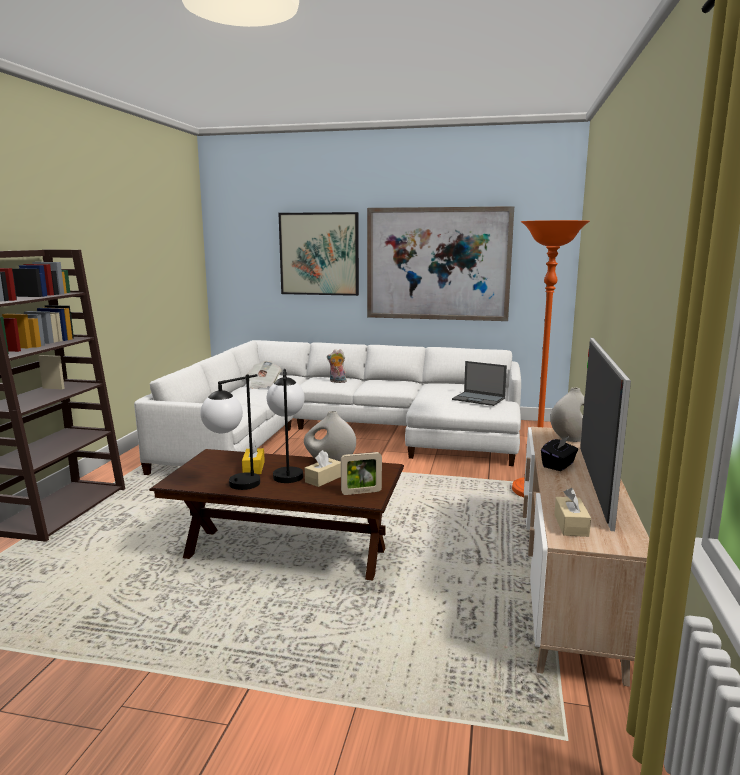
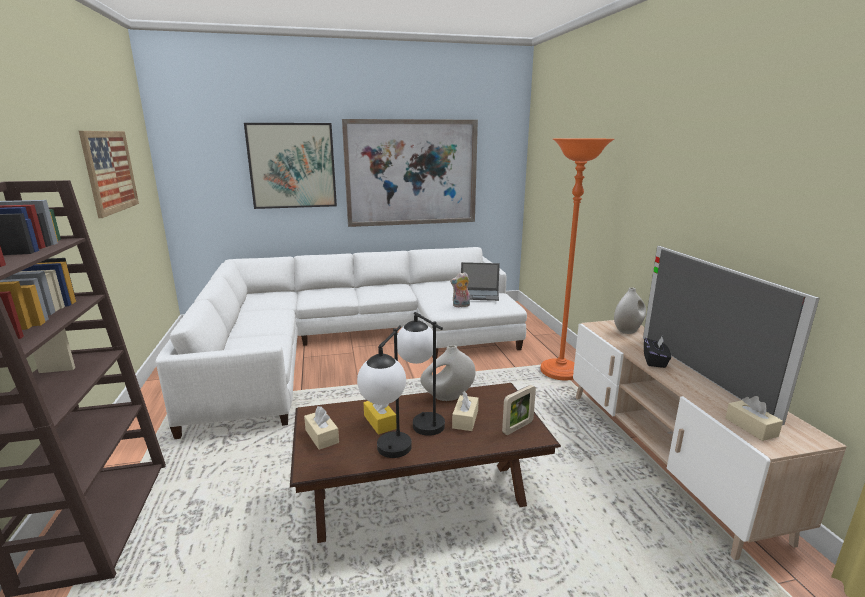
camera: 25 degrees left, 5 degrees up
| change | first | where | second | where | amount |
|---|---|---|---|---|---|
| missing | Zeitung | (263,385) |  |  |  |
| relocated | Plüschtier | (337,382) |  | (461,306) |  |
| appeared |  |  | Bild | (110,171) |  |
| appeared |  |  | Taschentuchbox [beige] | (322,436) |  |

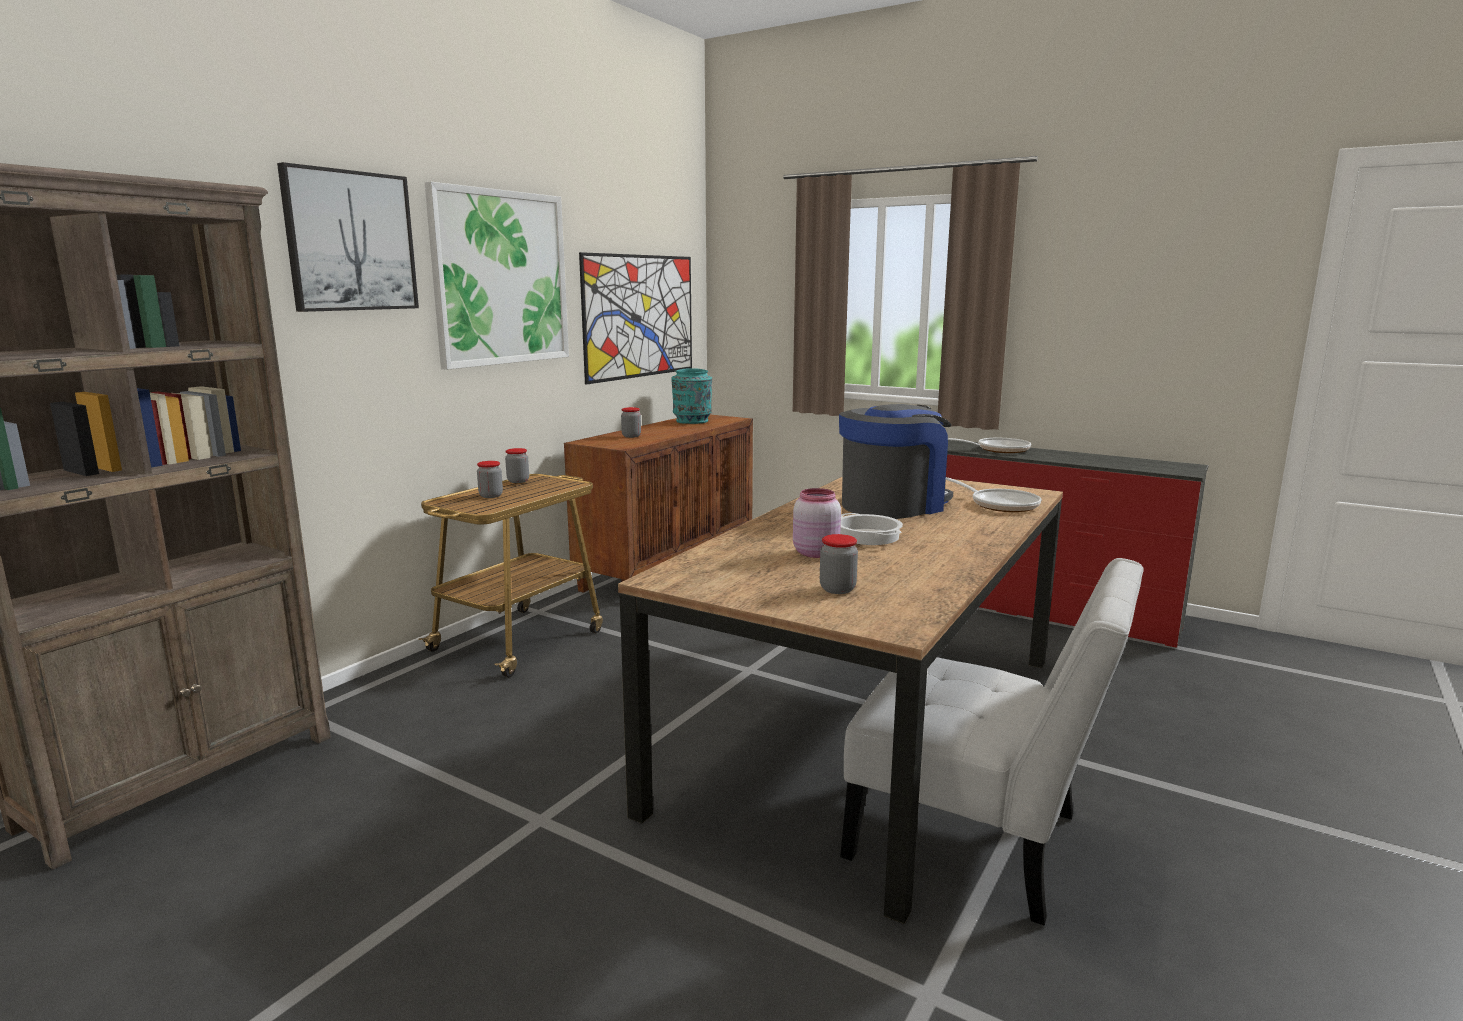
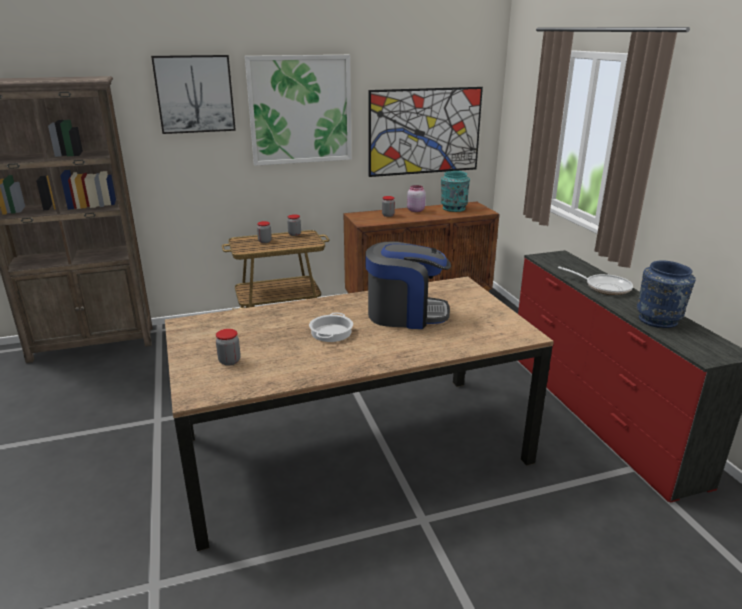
camera: 40 degrees right, 10 degrees up
| change | first | where | second | where | amount |
|---|---|---|---|---|---|
| relocated | Vorratsglas [rosa] | (814,553) |  | (415,210) |  |
| missing | Stuhl [weiß] | (977,842) |  |  |  |
| missing | Pfanne | (1000,504) |  |  |  |
| appeared |  |  | Vase [blau] | (658,320) |  |

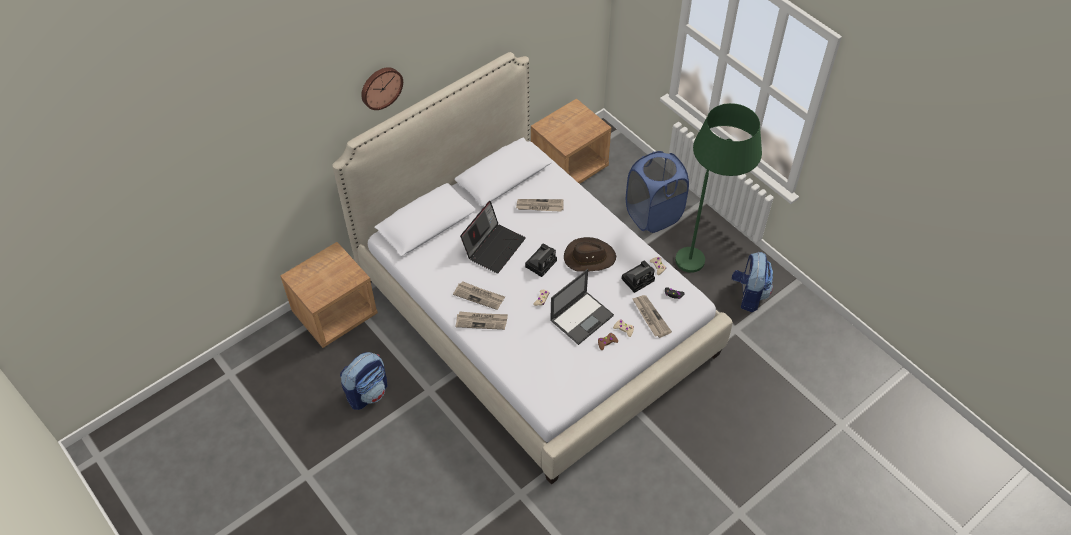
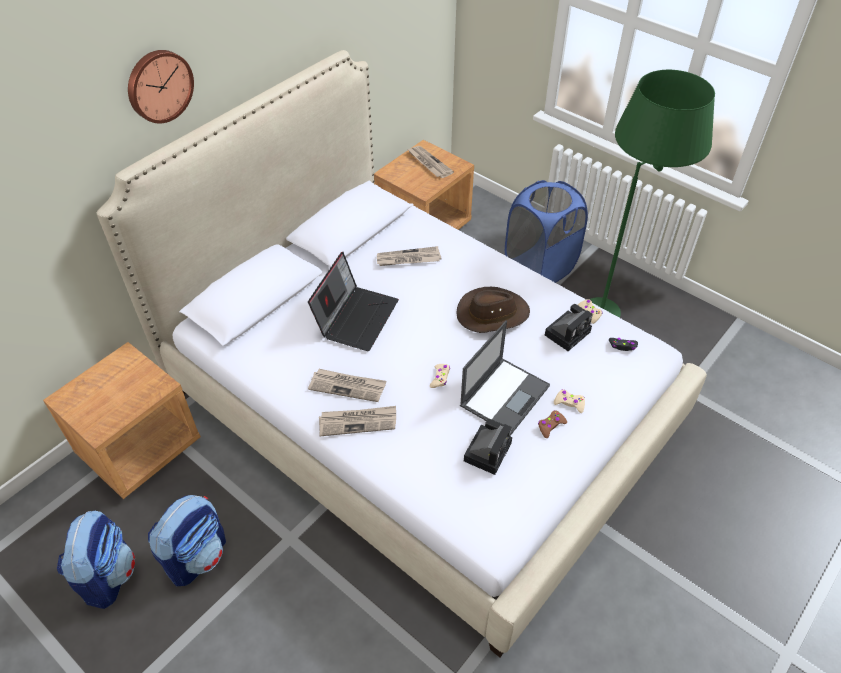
camera: 10 degrees left, 5 degrees down
| change | first | where | second | where | amount |
|---|---|---|---|---|---|
| relocated | Kamera | (541,263) |  | (488,450) |  |
| relocated | Zeitung | (650,317) |  | (429,163) |  |
| relocated | Rucksack | (748,295) |  | (108,575) |  |

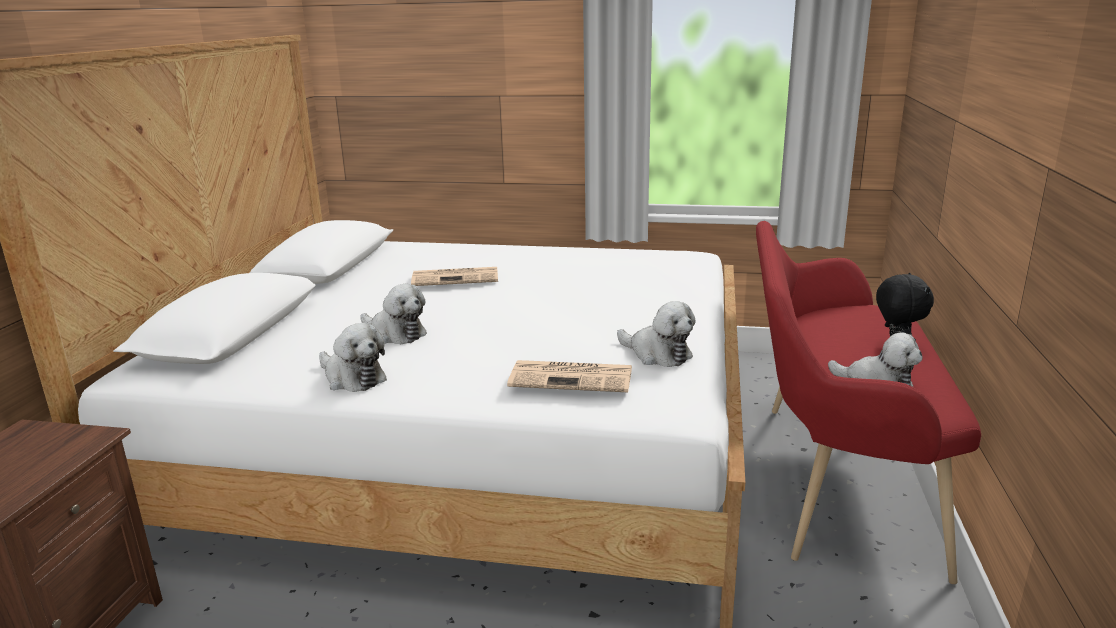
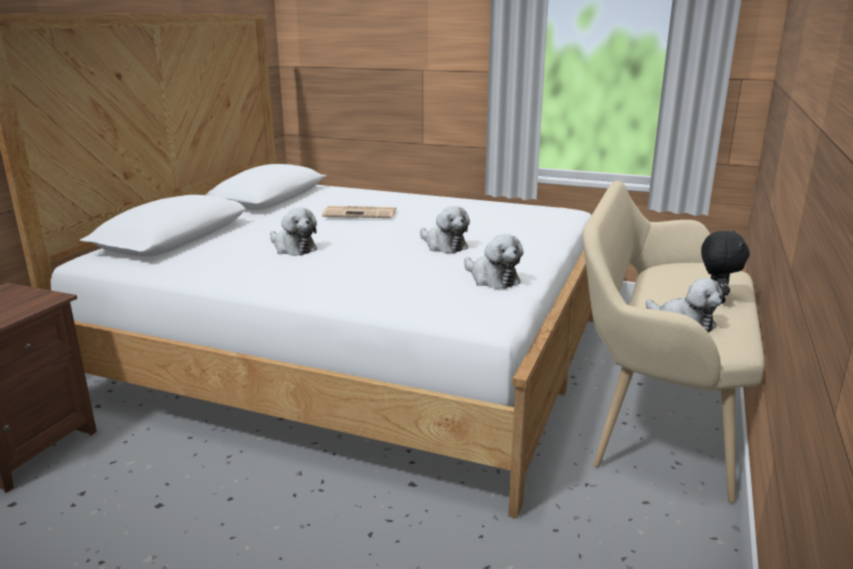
camera: 10 degrees right, 0 degrees up
| change | first | where | second | where | amount |
|---|---|---|---|---|---|
| relocated | Plüschtier | (352,378) |  | (444,246) |  |
| missing | Zeitung | (573,377) |  |  |  |
| colour | Bank [rot] | (832,478) | Bank [beige] | (656,409) |  |

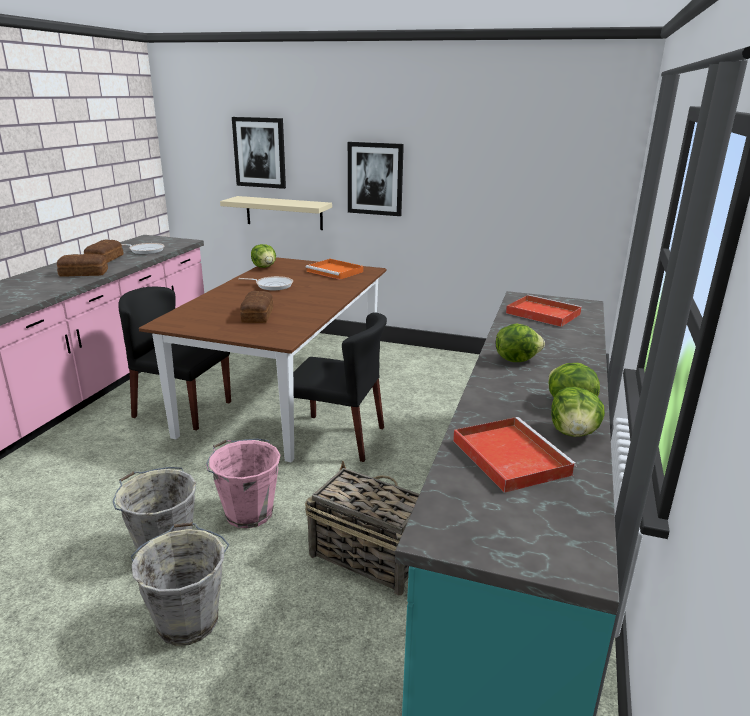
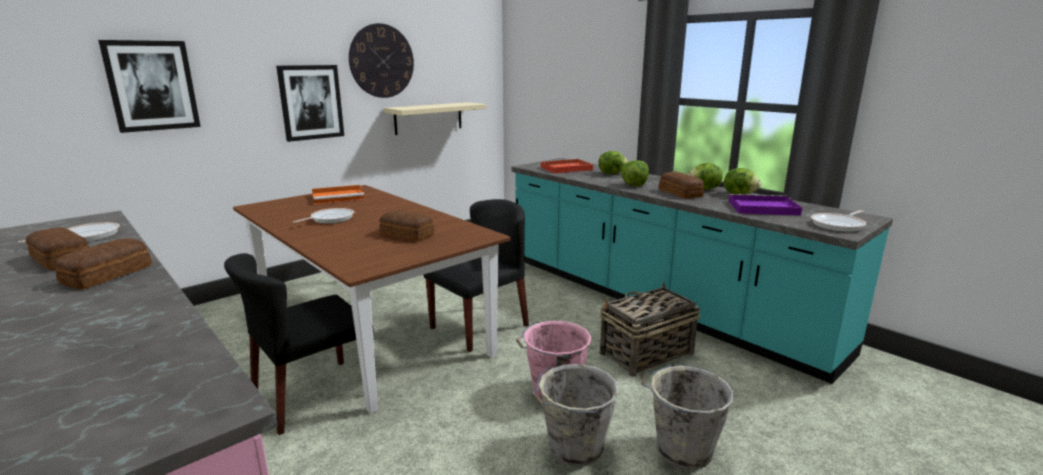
camera: 60 degrees left, 5 degrees down
| change | first | where | second | where | amount |
|---|---|---|---|---|---|
| relocated | Wandregal [beige] | (284,213) |  | (428,118) |  |
| relocated | Salatkopf | (264,267) |  | (611,173) |  |
| colour | Tablett [rot] | (508,456) | Tablett [lila] | (761,208) |  |
| appeared |  |  | Wanduhr | (382,61) |  |
| appeared |  |  | Brot | (680,193) |  |
| appeared |  |  | Pfanne | (839,225) |  |

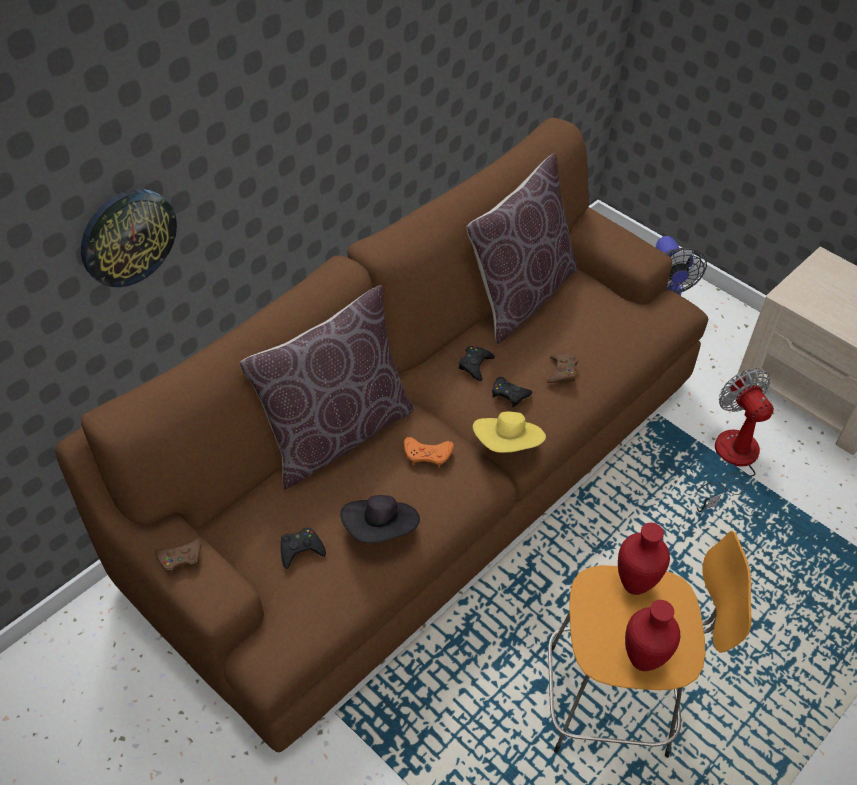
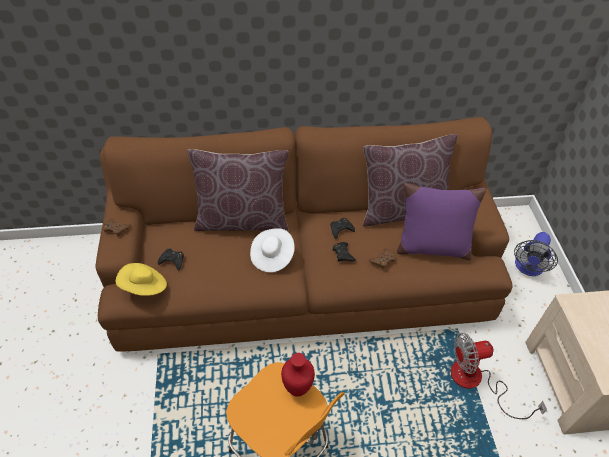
camera: 40 degrees right, 0 degrees up
| change | first | where | second | where | amount |
|---|---|---|---|---|---|
| missing | Wanduhr | (127,237) |  |  |  |
| missing | Hut [schwarz] | (381,529) |  |  |  |
| exchanged | Gamepad [orange] | (427,454) | Hut [weiß] | (272,256) |  |
| relocated | Hut [gelb] | (508,444) |  | (144,287) |  |
| missing | Vase [rot] | (641,659) |  |  |  |
| spun | Ventilator | (730,461) |  | (476,382) | 120 degrees counterclockwise |
| appeared |  |  | Kissen [lila] | (431,247) |  |

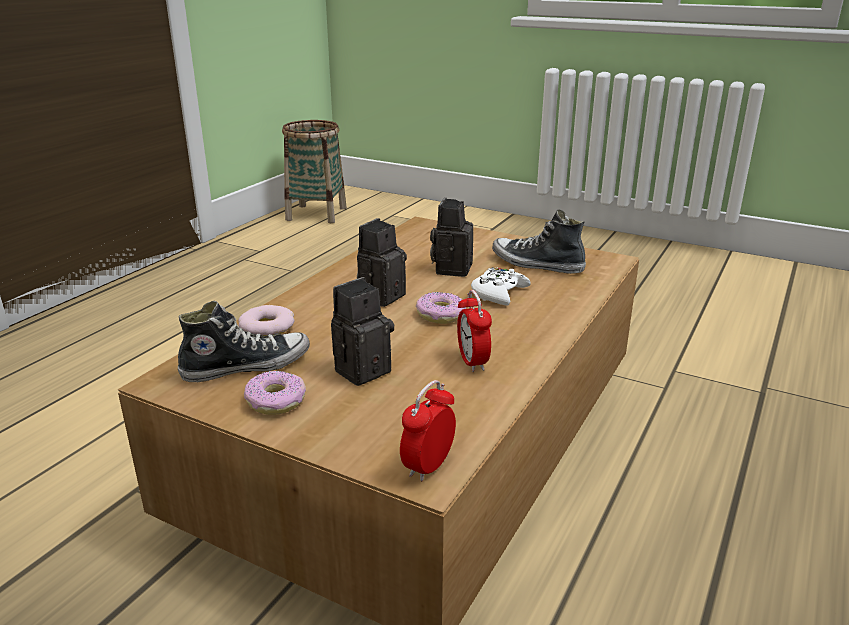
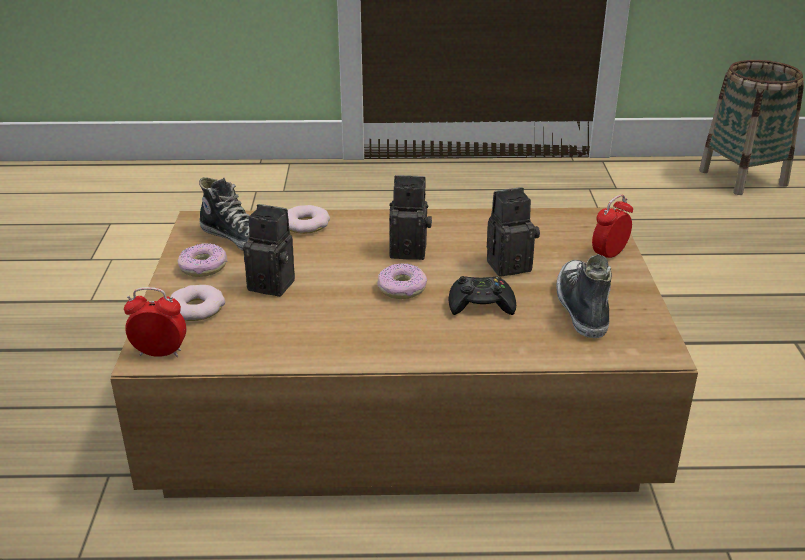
camera: 60 degrees right, 5 degrees up
| change | first | where | second | where | amount |
|---|---|---|---|---|---|
| relocated | Wecker | (472,362) |  | (609,255) |  |
| colour | Gamepad [weiß] | (499,293) | Gamepad [schwarz] | (481,304) |  |
| appeared |  |  | Donut | (196,308) |  |

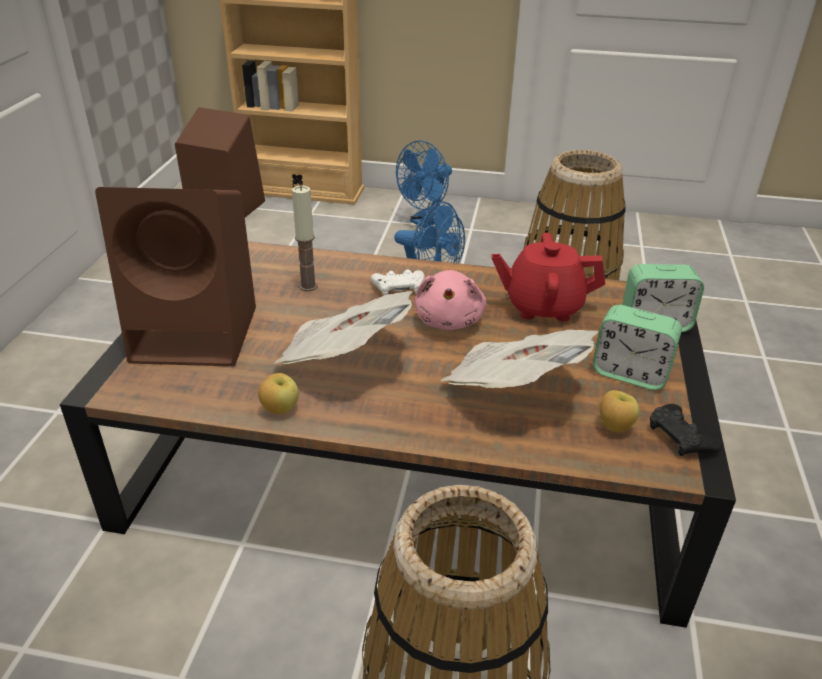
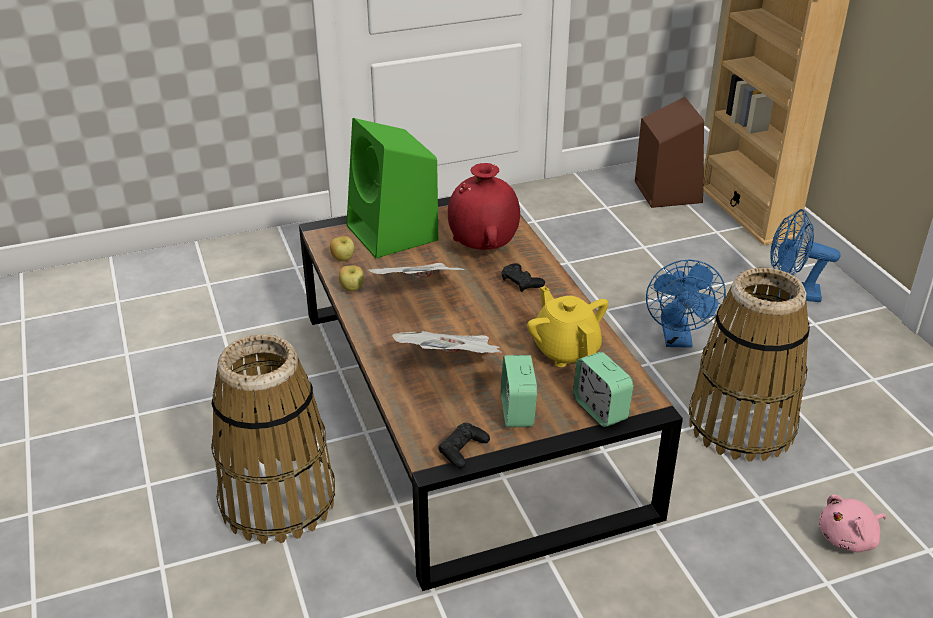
camera: 60 degrees right, 0 degrees up
| change | first | where | second | where | amount |
|---|---|---|---|---|---|
| colour | Lautsprecher [braun] | (199,333) | Lautsprecher [grün] | (394,234) |  |
| exchanged | Kerze | (308,286) | Vase [rot] | (483,248) |  |
| colour | Gamepad [weiß] | (399,287) | Gamepad [schwarz] | (521,282) |  |
| relocated | Plüschtier [rosa] | (449,320) |  | (849,538) |  |
| colour | Teekanne [rot] | (543,306) | Teekanne [gelb] | (565,350) |  |
| relocated | Apfel | (614,427) |  | (343,259) |  |

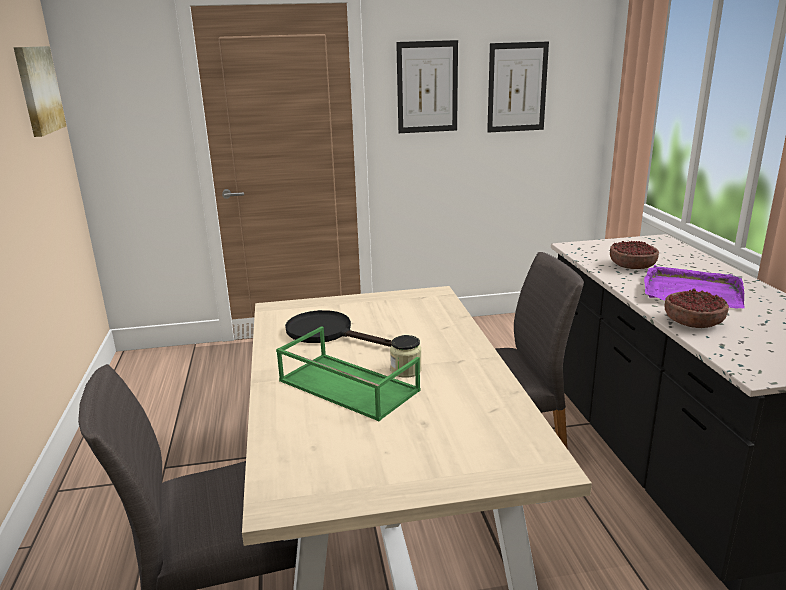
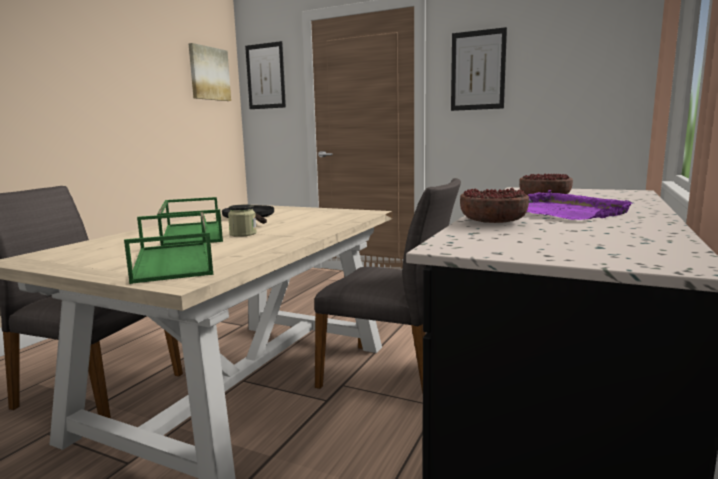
camera: 35 degrees right, 10 degrees down
| change | first | where | second | where | amount |
|---|---|---|---|---|---|
| relocated | Bild | (517,87) |  | (265,76) |  |
| appeared |  |  | Tablett [grün] | (175,261) |  |

